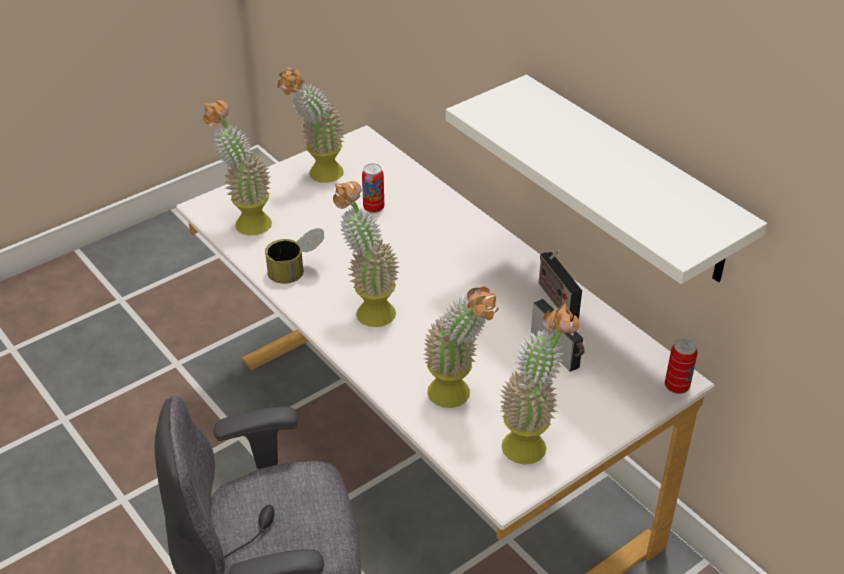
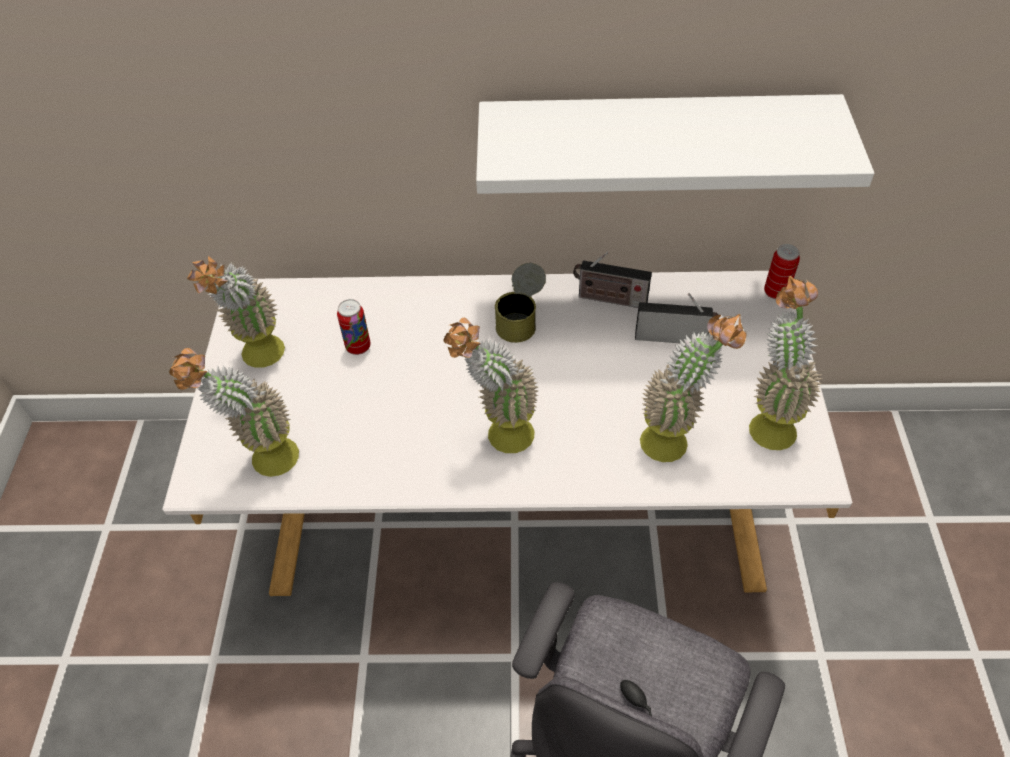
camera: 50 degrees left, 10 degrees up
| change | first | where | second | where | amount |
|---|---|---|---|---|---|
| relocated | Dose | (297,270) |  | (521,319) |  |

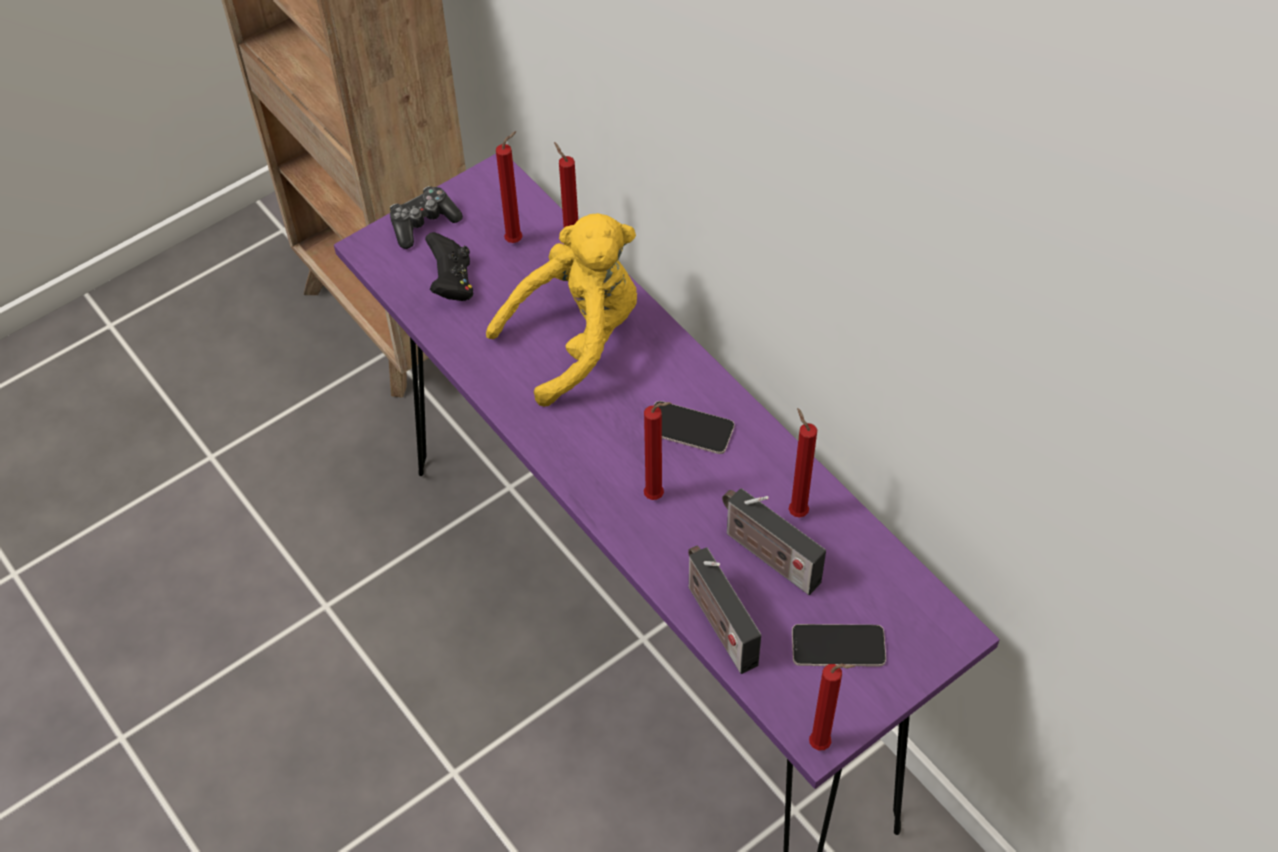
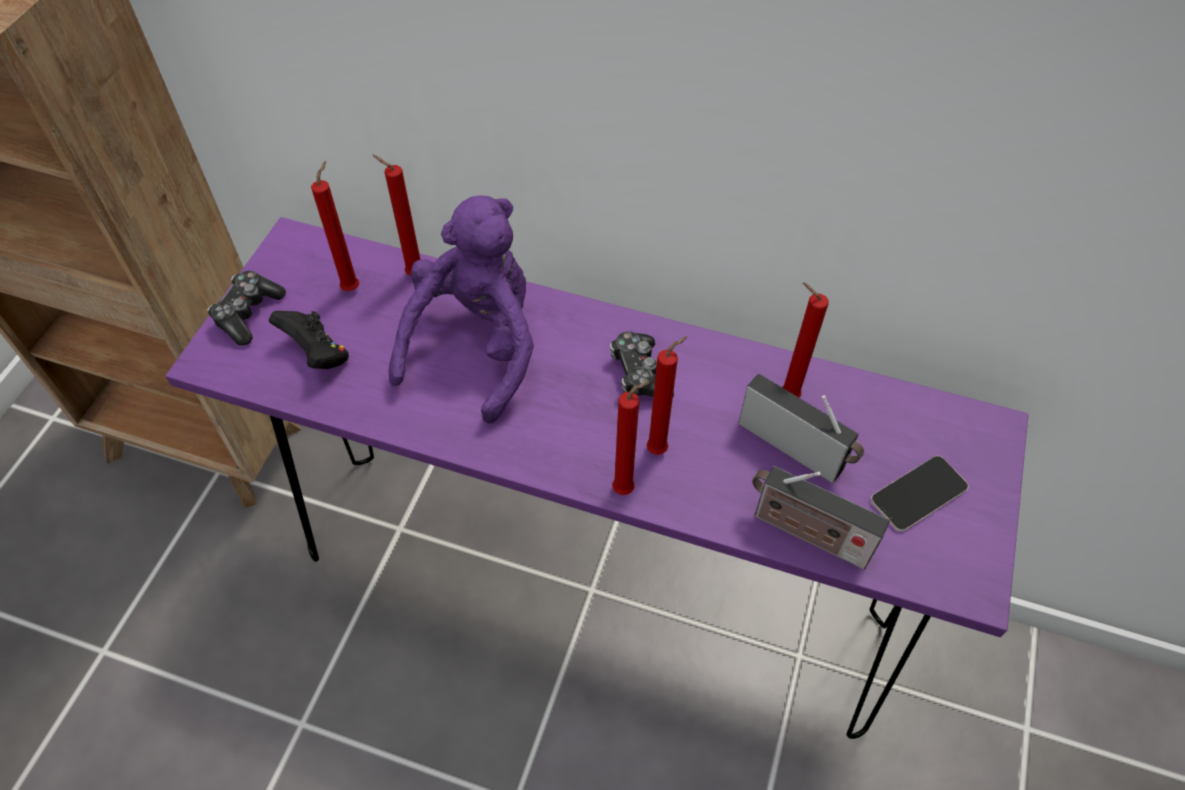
camera: 35 degrees left, 0 degrees up
| change | first | where | second | where | amount |
|---|---|---|---|---|---|
| colour | Plüschtier [gelb] | (577,338) | Plüschtier [lila] | (476,346) |  |
| exchanged | Handy | (689,428) | Gamepad | (639,373) |  |
| spun | Radio | (767,555) |  | (796,448) | 150 degrees counterclockwise |
| relocated | Kerze [rot] | (823,745) |  | (626,489) |  |

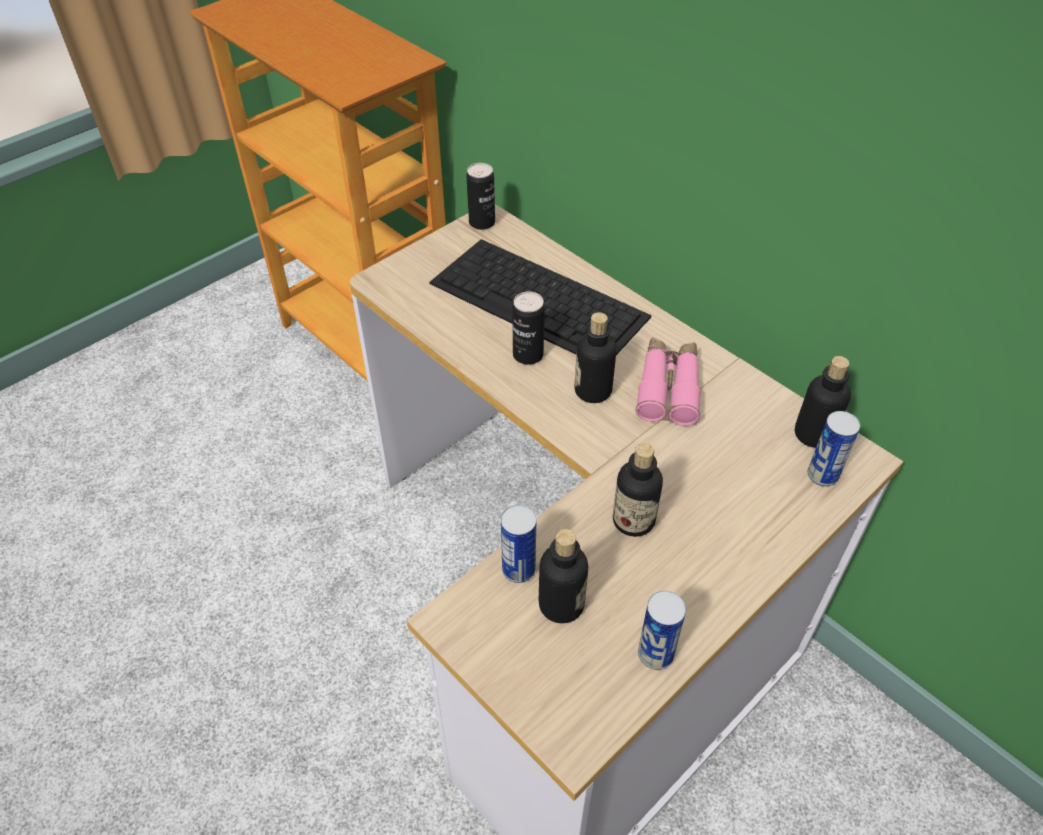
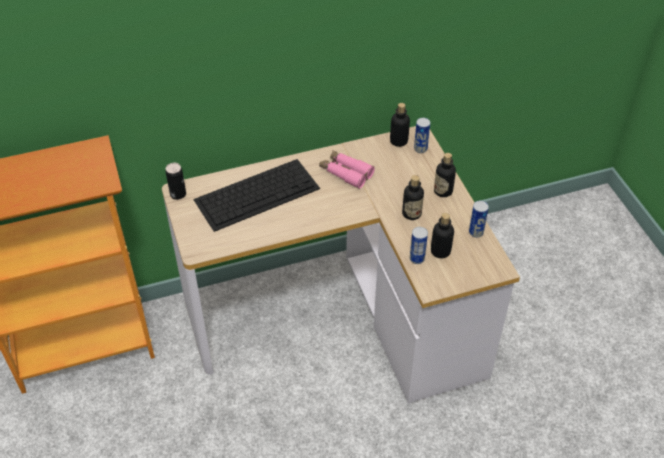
camera: 65 degrees left, 0 degrees up
| change | first | where | second | where | amount |
|---|---|---|---|---|---|
| missing | Dose | (528,355) |  |  |  |
| relocated | Flasche | (593,391) |  | (443,191) |  |

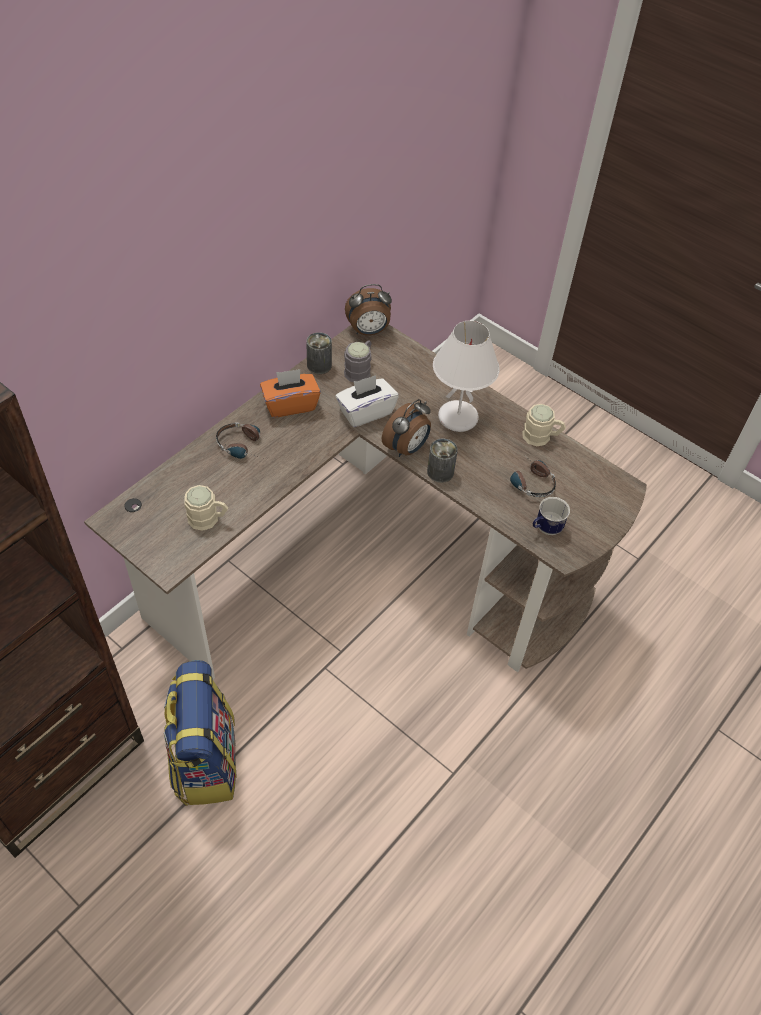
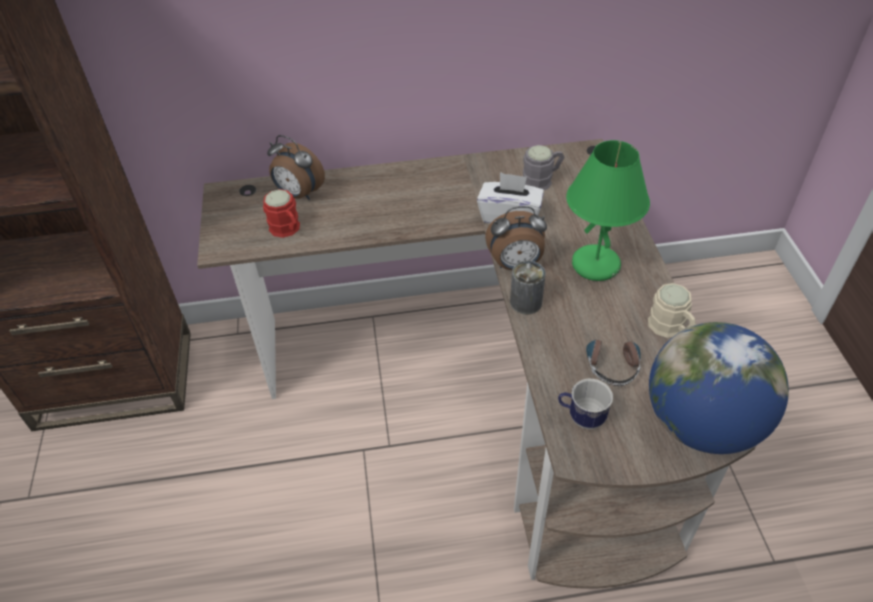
camera: 45 degrees right, 5 degrees down
| change | first | where | second | where | amount |
|---|---|---|---|---|---|
| missing | Rucksack | (204,760) |  |  |  |
| colour | Henkelbecher [beige] | (208,519) | Henkelbecher [rot] | (287,230) |  |
| missing | Kopfhörer | (245,446) |  |  |  |
| missing | Taschentuchbox [orange] | (290,404) |  |  |  |
| missing | Dose | (319,365) |  |  |  |
| relocated | Wecker | (368,331) |  | (298,194) |  |
| colour | Tischlampe [weiß] | (458,417) | Tischlampe [grün] | (596,265) |  |
| appeared |  |  | Globus | (701,423) |  |

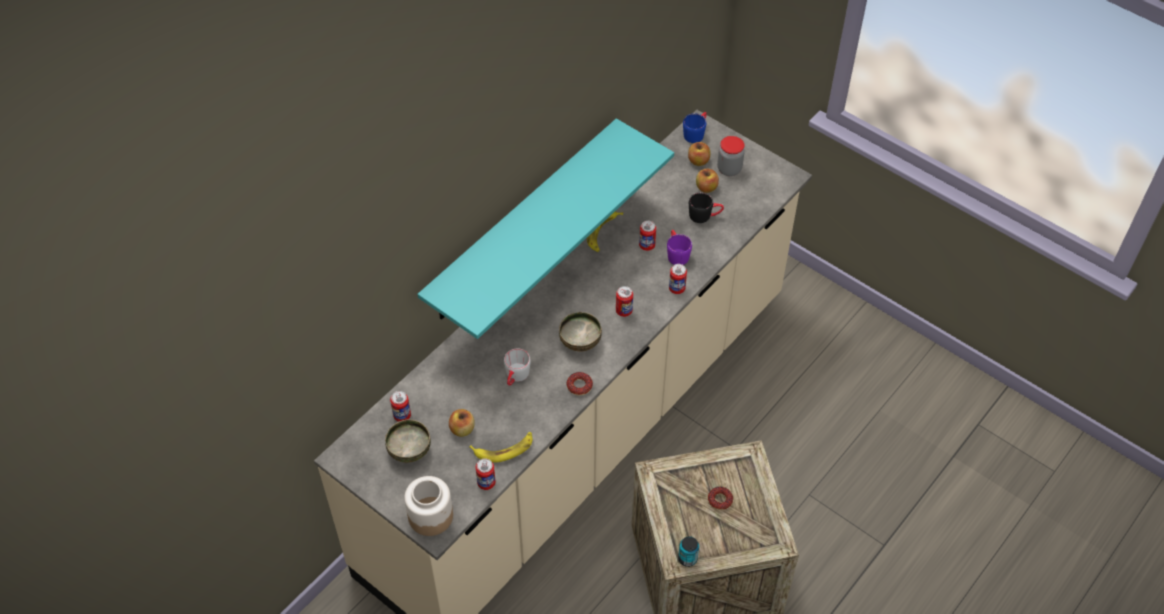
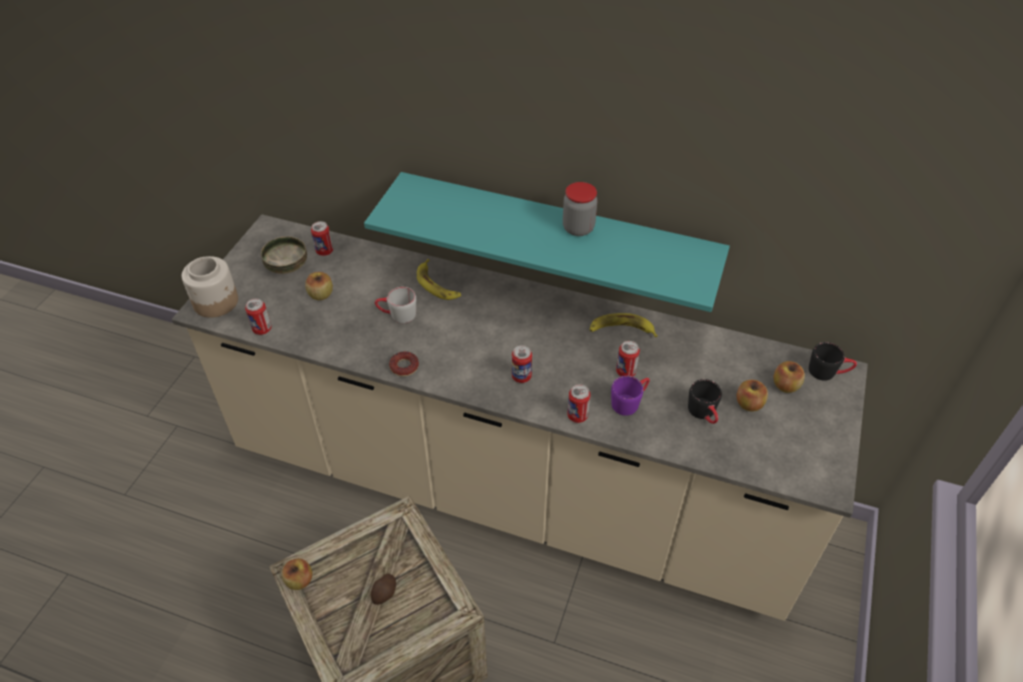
camera: 70 degrees right, 5 degrees down
| change | first | where | second | where | amount |
|---|---|---|---|---|---|
| relocated | Banane | (504,449) |  | (437,285) |  |
| missing | Schüssel | (581,341) |  |  |  |
| exchanged | Dose | (687,558) | Apfel | (299,580) |  |
| colour | Henkelbecher [blau] | (696,133) | Henkelbecher [schwarz] | (828,372) |  |
| exchanged | Donut | (720,500) | Kartoffel | (385,593) |  |
| relocated | Vorratsglas | (729,169) |  | (578,228) |  |

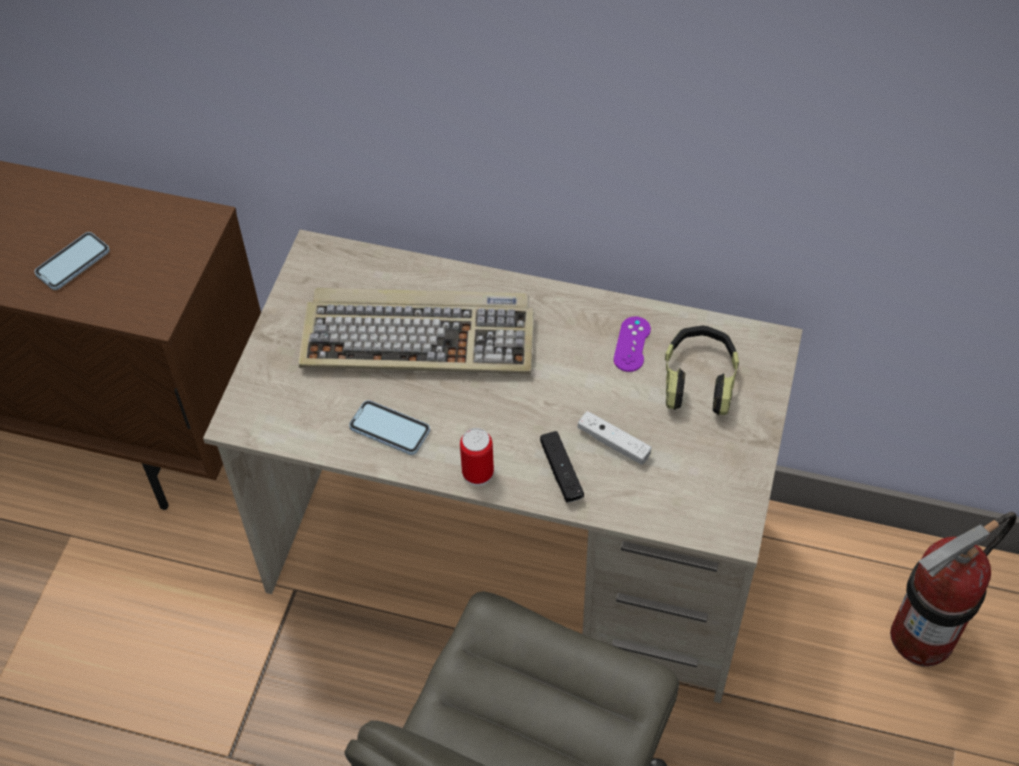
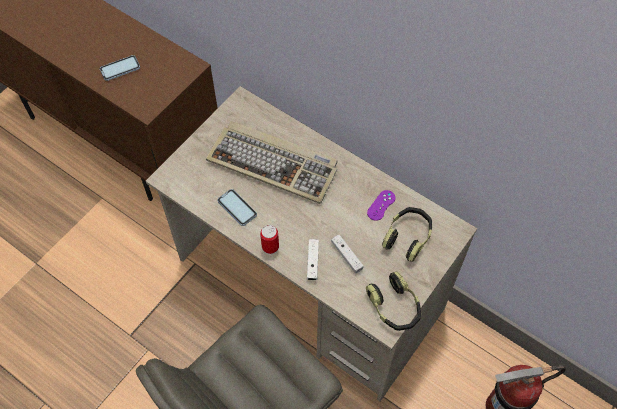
camera: 20 degrees right, 5 degrees up
| change | first | where | second | where | amount |
|---|---|---|---|---|---|
| colour | Gamepad [schwarz] | (561,472) | Gamepad [weiß] | (312,262) |  |
| appeared |  |  | Kopfhörer | (394,307) |  |

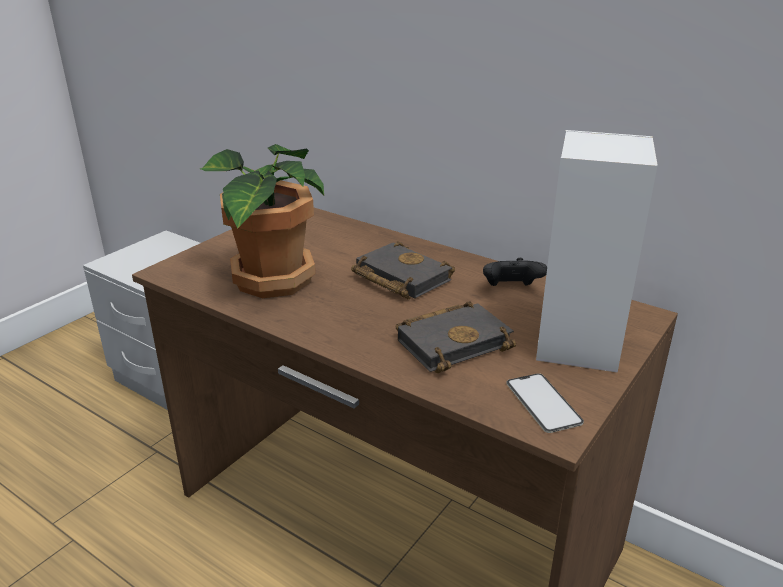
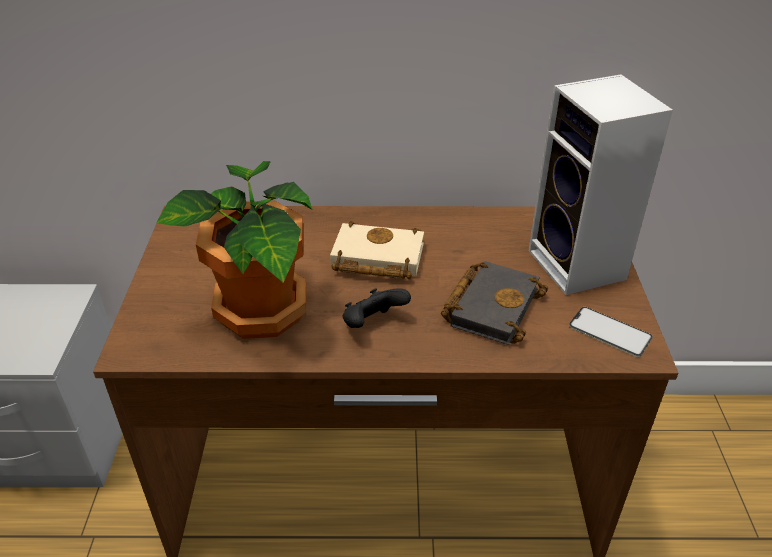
camera: 35 degrees left, 10 degrees up
| change | first | where | second | where | amount |
|---|---|---|---|---|---|
| colour | Buch [schwarz] | (398,277) | Buch [beige] | (375,259) |  |
| relocated | Gamepad [schwarz] | (511,289) |  | (373,324) |  |

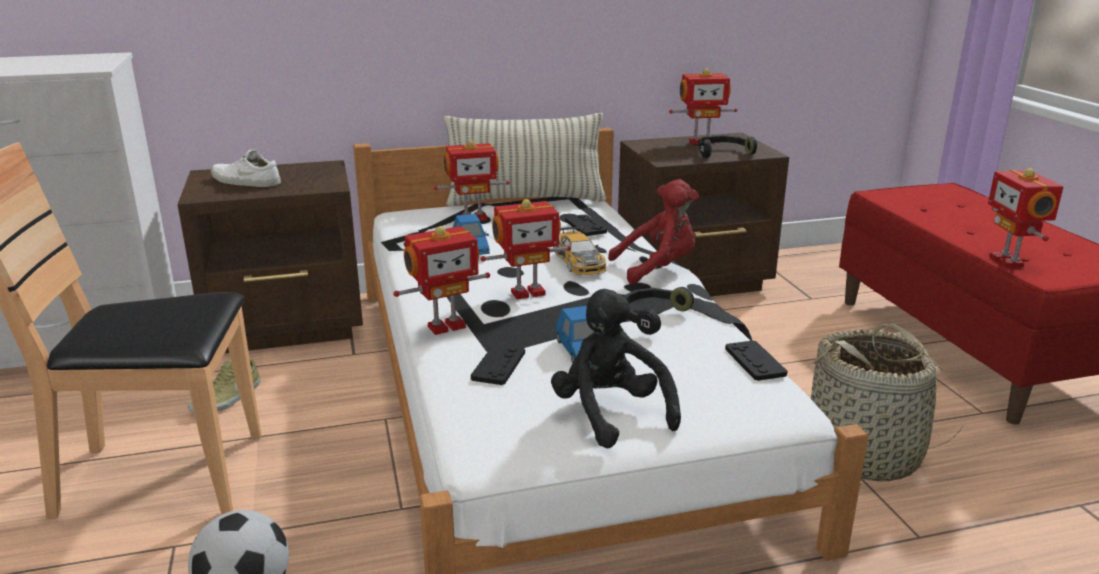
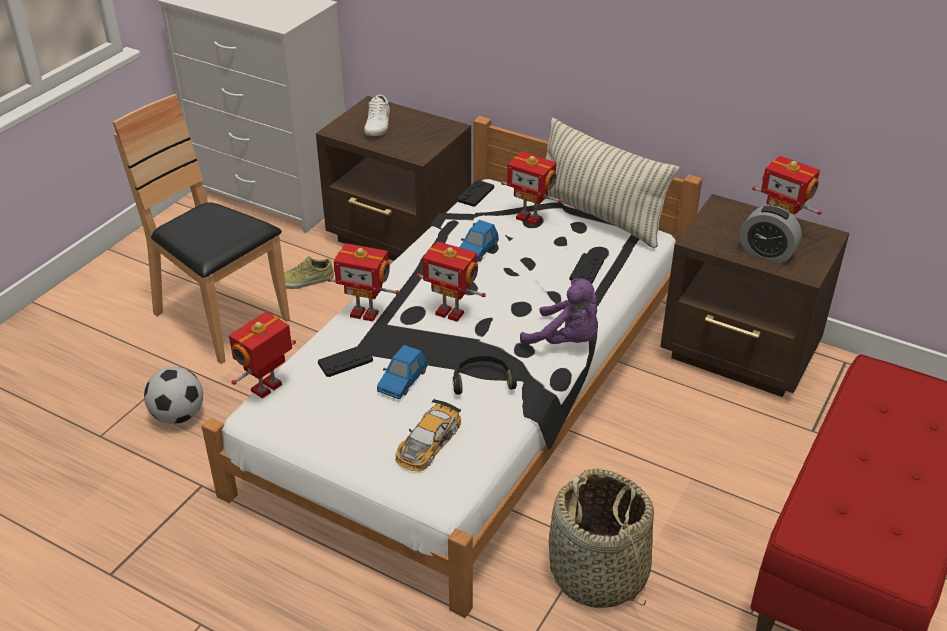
camera: 45 degrees right, 15 degrees up
| change | first | where | second | where | amount |
|---|---|---|---|---|---|
| spun | Schuh [weiß] | (245,182) |  | (378,125) | 150 degrees counterclockwise |
| missing | Plüschtier [schwarz] | (610,413) |  |  |  |
| relocated | Spielzeugauto | (579,260) |  | (428,443) |  |
| colour | Plüschtier [rot] | (657,268) | Plüschtier [lila] | (566,341) |  |
| exchanged | Kopfhörer [schwarz] | (722,153) | Wecker | (766,253) |  |
| relocated | Gamepad [schwarz] | (755,362) |  | (475,194) |  |
| relocated | Spielzeugroboter | (1008,261) |  | (268,388) |  |

